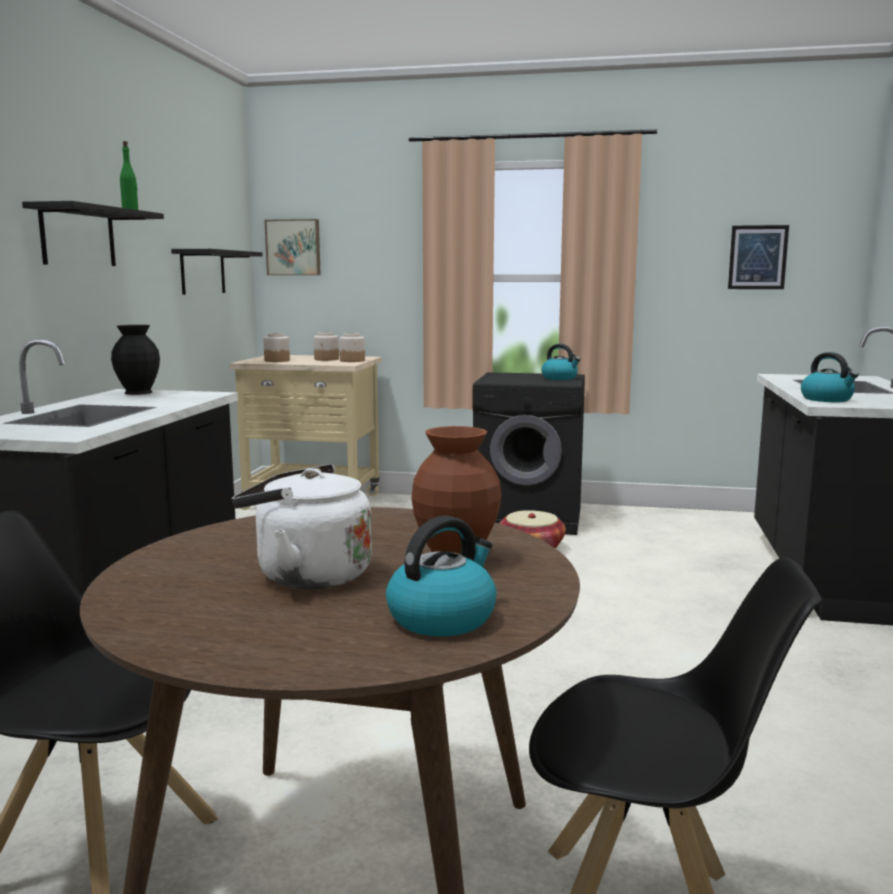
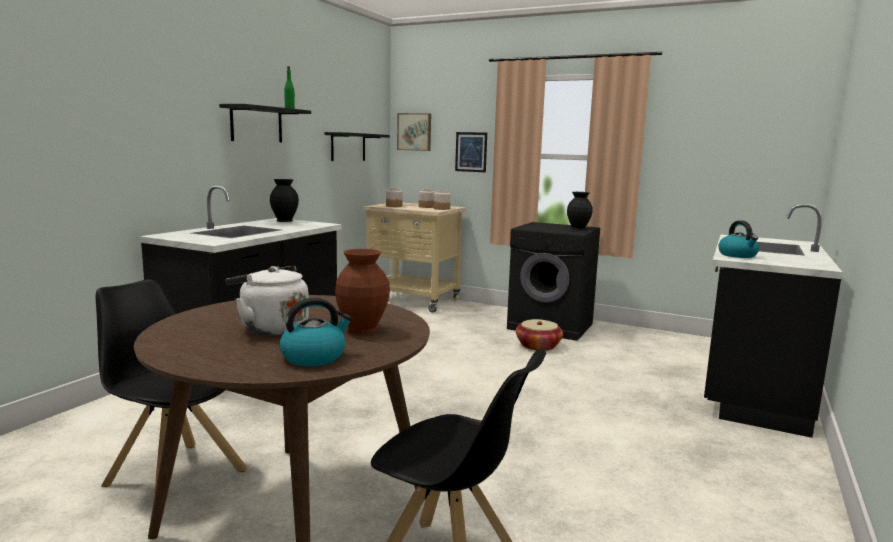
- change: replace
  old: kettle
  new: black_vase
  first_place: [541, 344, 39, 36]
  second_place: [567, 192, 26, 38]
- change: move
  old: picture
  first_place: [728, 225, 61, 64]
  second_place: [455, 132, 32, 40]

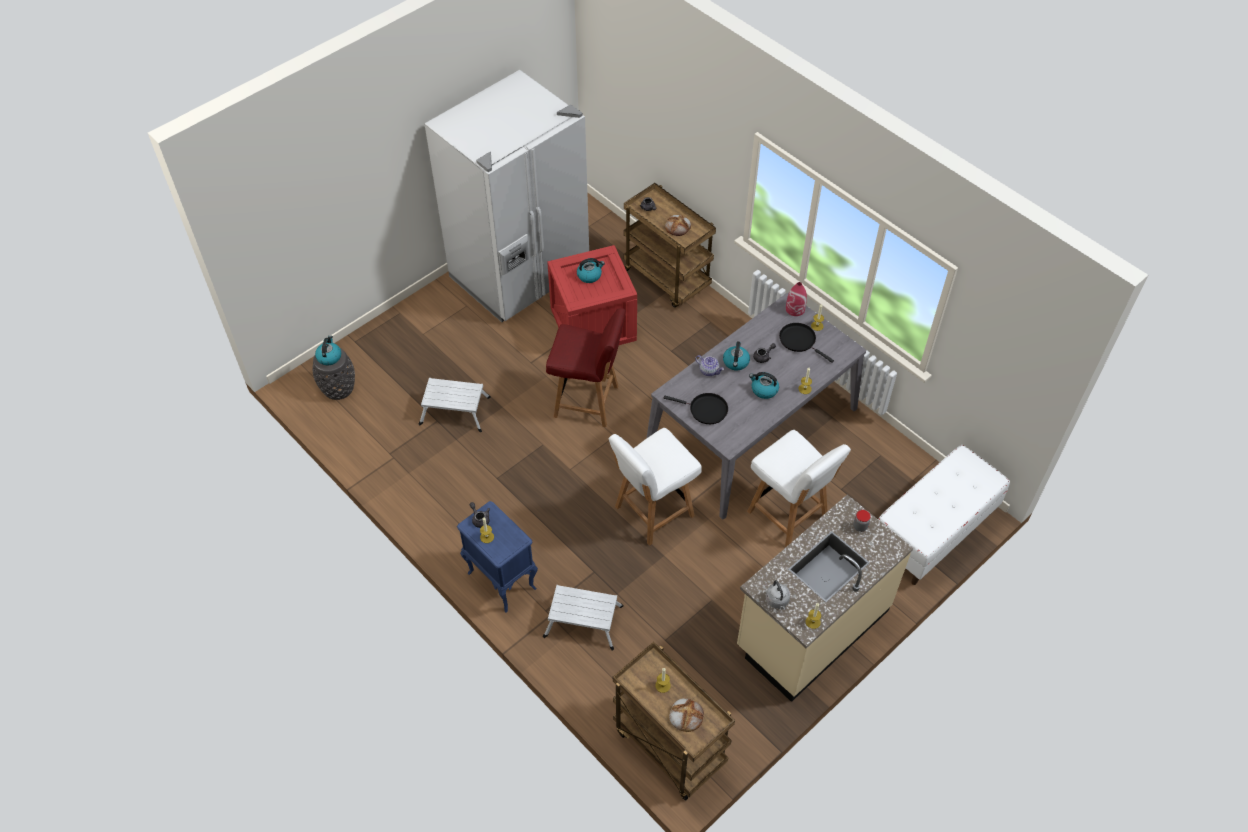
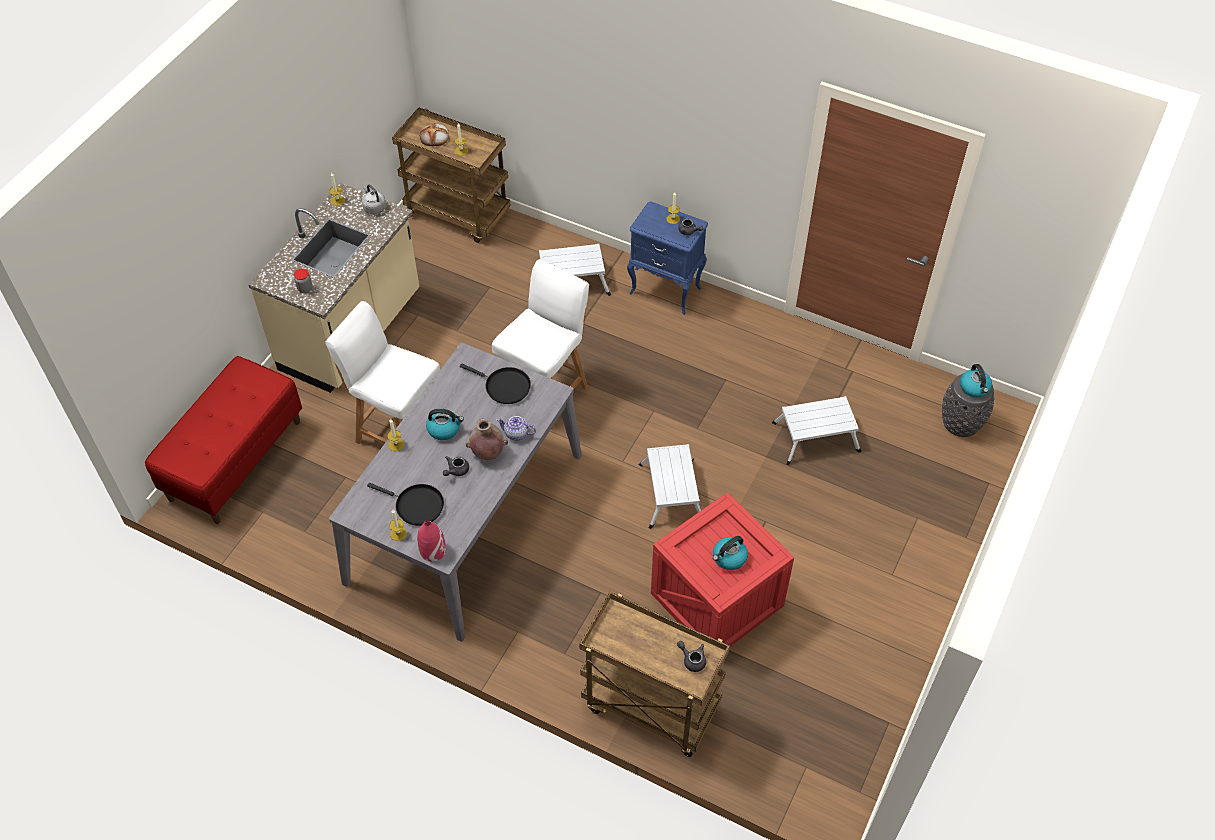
- change: delete
  old: white_fridge
  first_place: [425, 70, 164, 252]
- change: replace
  old: red_chair
  new: white_step_ladder
  first_place: [546, 308, 80, 119]
  second_place: [638, 444, 63, 85]
- change: rotate
  old: black_frying_pan
  first_place: [664, 393, 64, 31]
  second_place: [460, 364, 71, 40]
  degrees: -150
- change: delete
  old: bread
  first_place: [665, 215, 26, 21]
- change: replace
  old: kettle
  new: brown_vase
  first_place: [723, 341, 27, 30]
  second_place: [466, 418, 42, 42]
- change: recolor
  old: white_bench
  new: red_bench
  first_place: [878, 445, 132, 140]
  second_place: [145, 356, 157, 168]

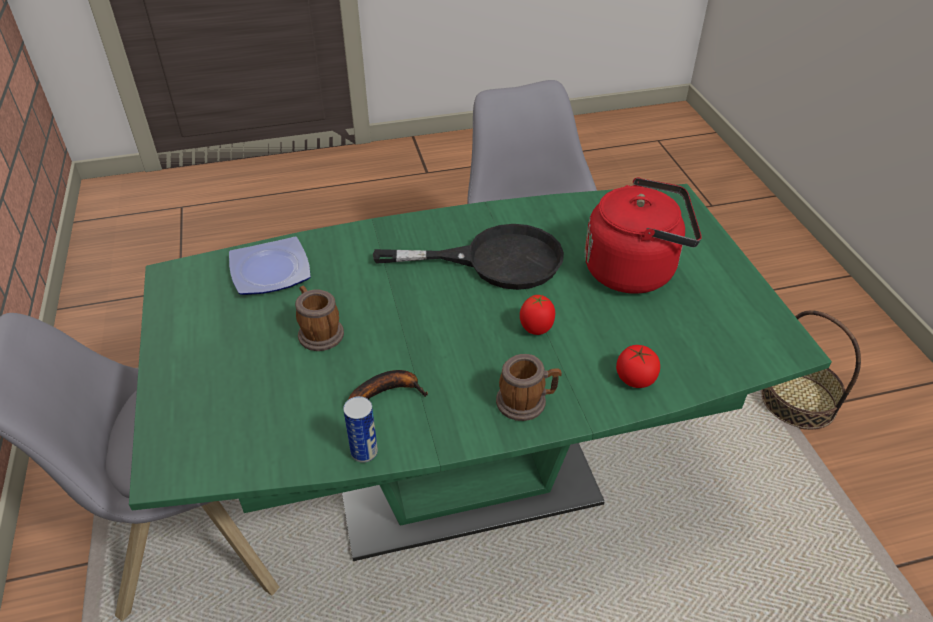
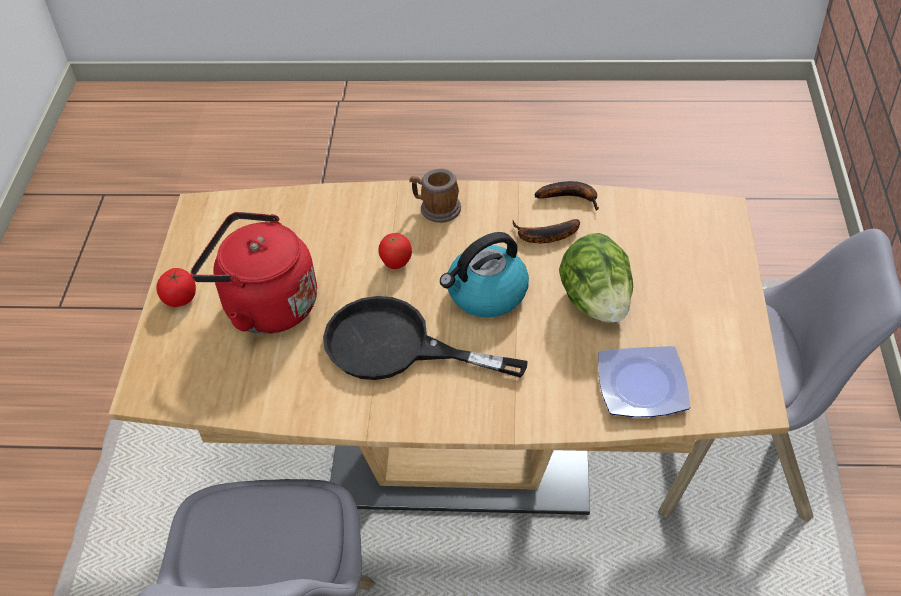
- change: recolor
  old: green_dining_table
  new: brown_dining_table
  first_place: [129, 184, 703, 377]
  second_place: [109, 180, 680, 335]
- change: replace
  old: mug
  new: lettuce
  first_place: [295, 286, 49, 65]
  second_place: [559, 233, 74, 90]
- change: replace
  old: can
  new: banana
  first_place: [343, 396, 35, 67]
  second_place: [535, 181, 64, 30]
- change: move
  old: tomato
  first_place: [616, 345, 44, 43]
  second_place: [157, 268, 39, 39]
- change: delete
  old: basket
  first_place: [761, 310, 100, 120]
- change: insert
  new: kettle
  second_place: [440, 232, 89, 86]

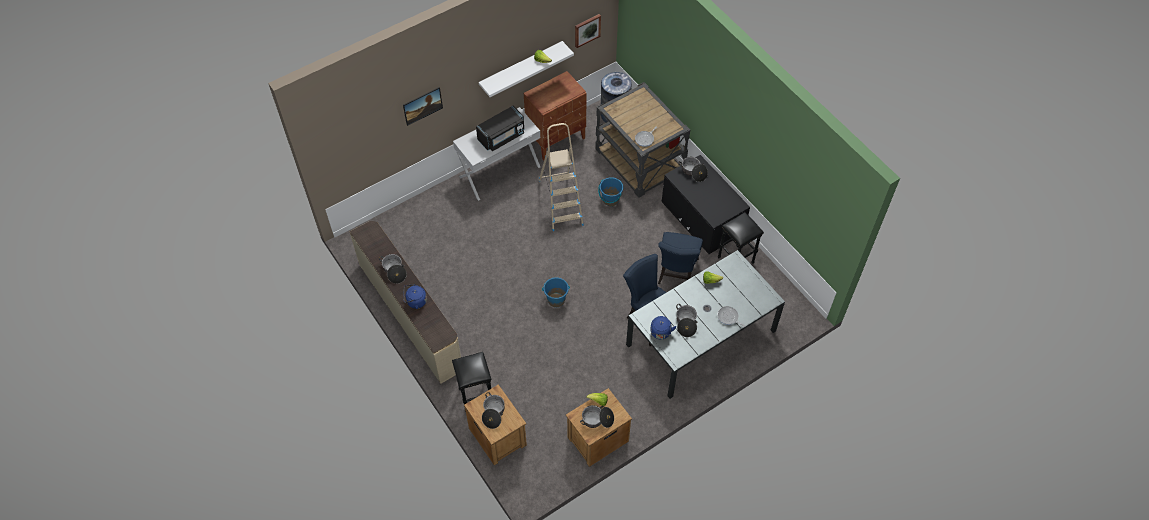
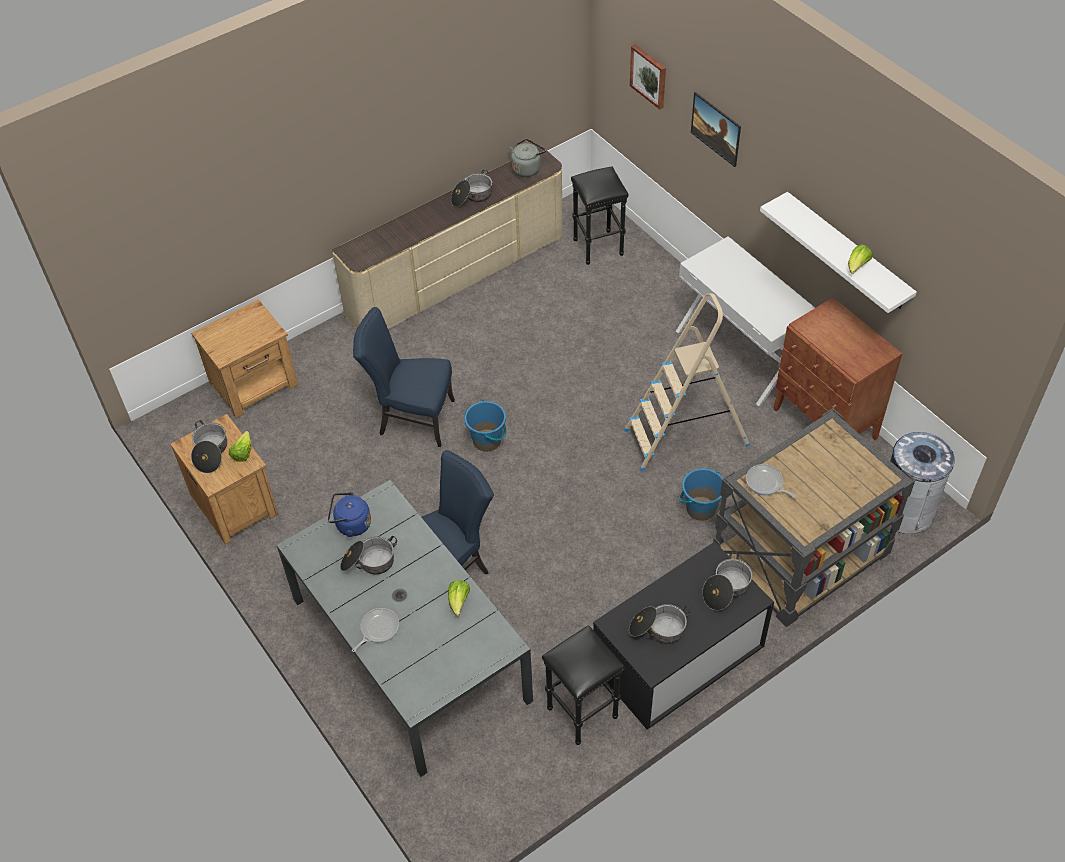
- change: delete
  old: blue_kettle
  first_place: [403, 284, 24, 25]
- change: move
  old: black_stool
  first_place: [452, 352, 39, 60]
  second_place: [571, 167, 58, 98]
- change: delete
  old: black_microwave
  first_place: [476, 106, 48, 45]
- change: move
  old: cooking_pot
  first_place: [482, 392, 23, 37]
  second_place: [629, 604, 61, 40]
- change: move
  old: picture
  first_place: [575, 14, 26, 34]
  second_place: [630, 44, 36, 65]
- change: move
  old: blue_chair
  first_place: [658, 232, 45, 53]
  second_place: [353, 307, 102, 140]
- change: insert
  new: grey_kettle
  second_place: [510, 139, 36, 38]

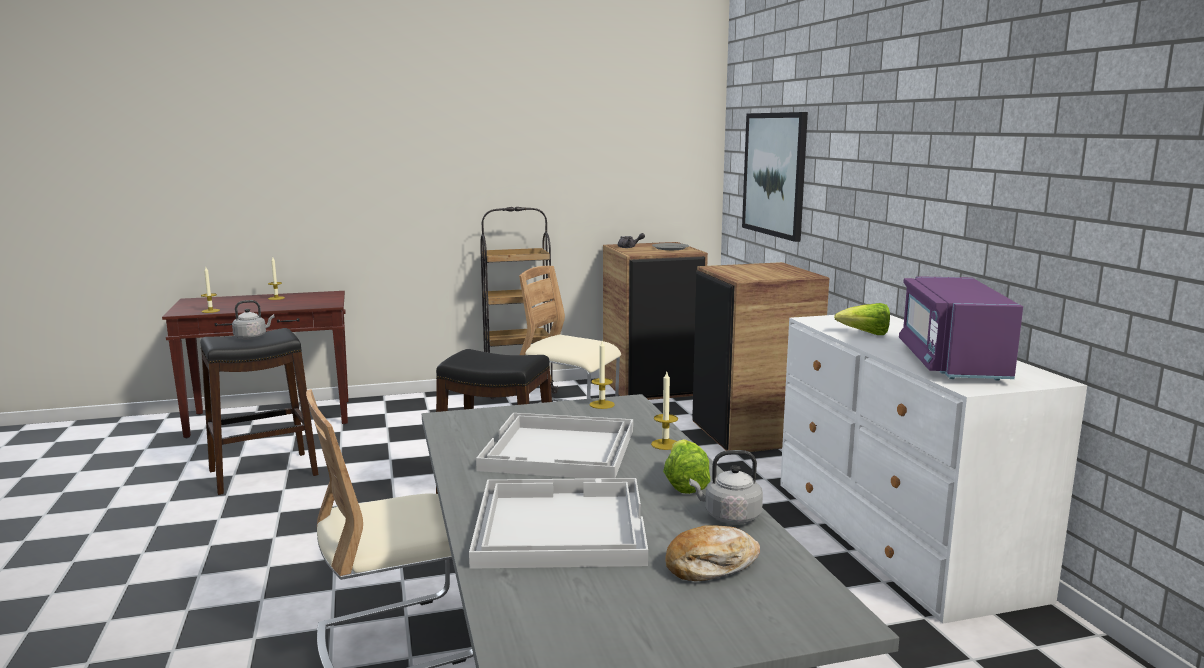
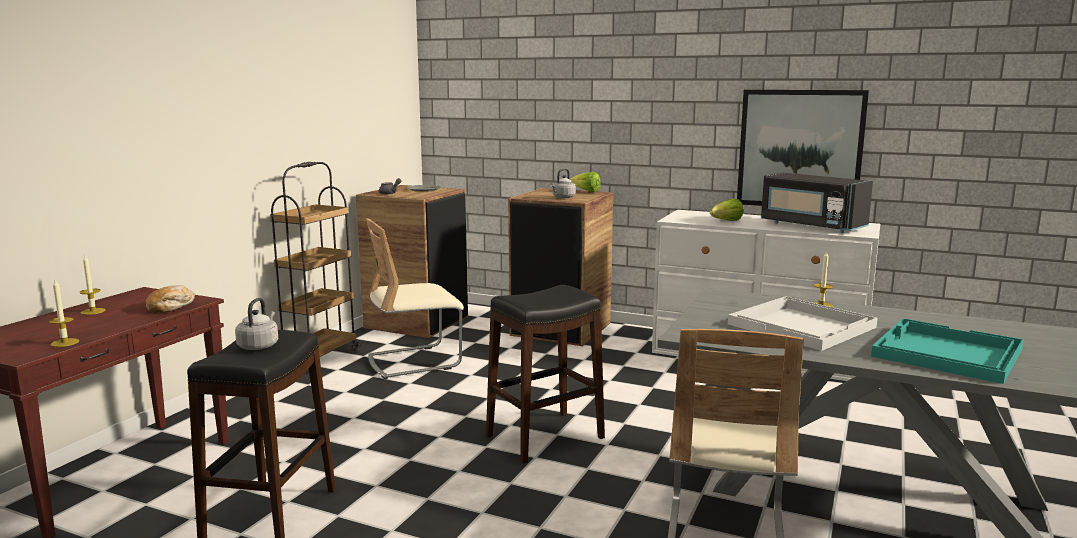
- change: recolor
  old: white_tray
  new: turquoise_tray
  first_place: [469, 478, 179, 91]
  second_place: [871, 318, 153, 66]
- change: delete
  old: candle
  first_place: [590, 341, 25, 68]
- change: move
  old: lettuce
  first_place: [663, 439, 47, 55]
  second_place: [570, 172, 31, 20]
- change: move
  old: bread
  first_place: [665, 525, 95, 56]
  second_place: [146, 285, 49, 28]
- change: move
  old: grey_kettle
  first_place: [689, 450, 74, 74]
  second_place: [550, 168, 26, 30]
- change: move
  old: picture
  first_place: [742, 112, 66, 130]
  second_place: [737, 90, 132, 116]
- change: recolor
  old: purple_microwave
  new: black_microwave
  first_place: [899, 276, 124, 105]
  second_place: [761, 173, 112, 60]

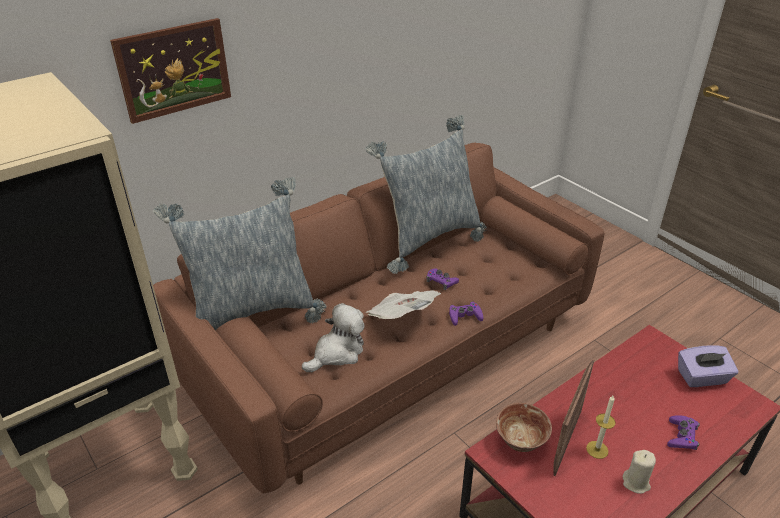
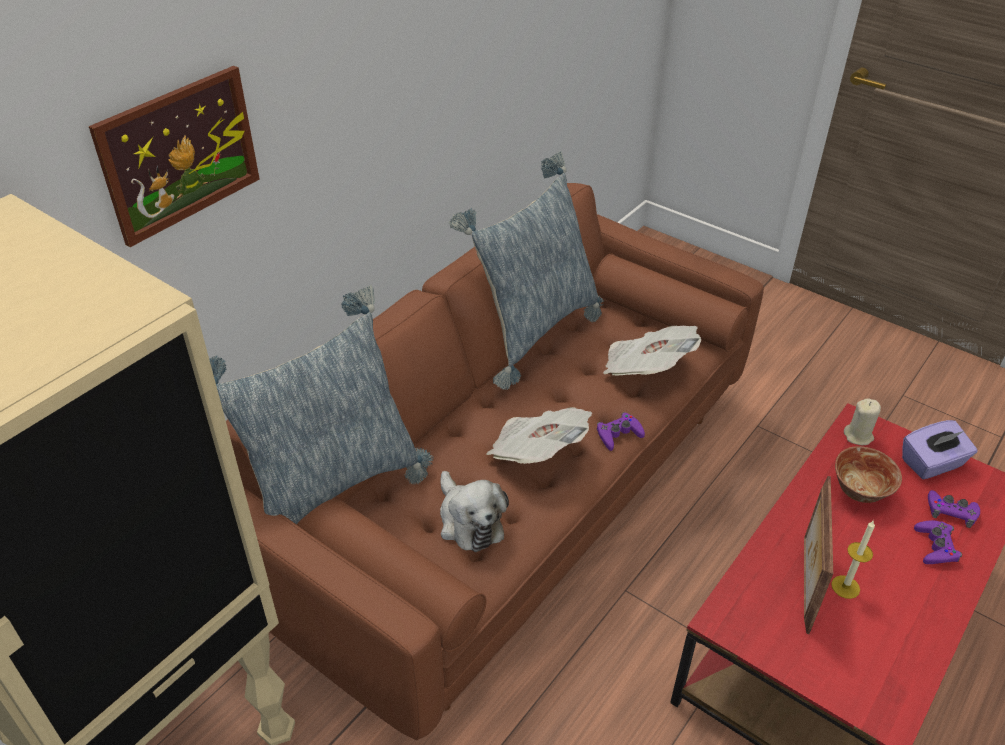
- change: rotate
  old: plush_toy
  first_place: [302, 303, 63, 69]
  second_place: [440, 471, 69, 81]
  degrees: 120
- change: move
  old: purple_game_controller
  first_place: [427, 268, 32, 22]
  second_place: [928, 490, 52, 38]
- change: move
  old: bowl
  first_place: [496, 403, 56, 49]
  second_place: [835, 446, 67, 57]
- change: move
  old: beige_candle
  first_place: [623, 450, 33, 44]
  second_place: [844, 399, 37, 46]
- change: insert
  new: newspaper
  second_place: [603, 326, 98, 49]

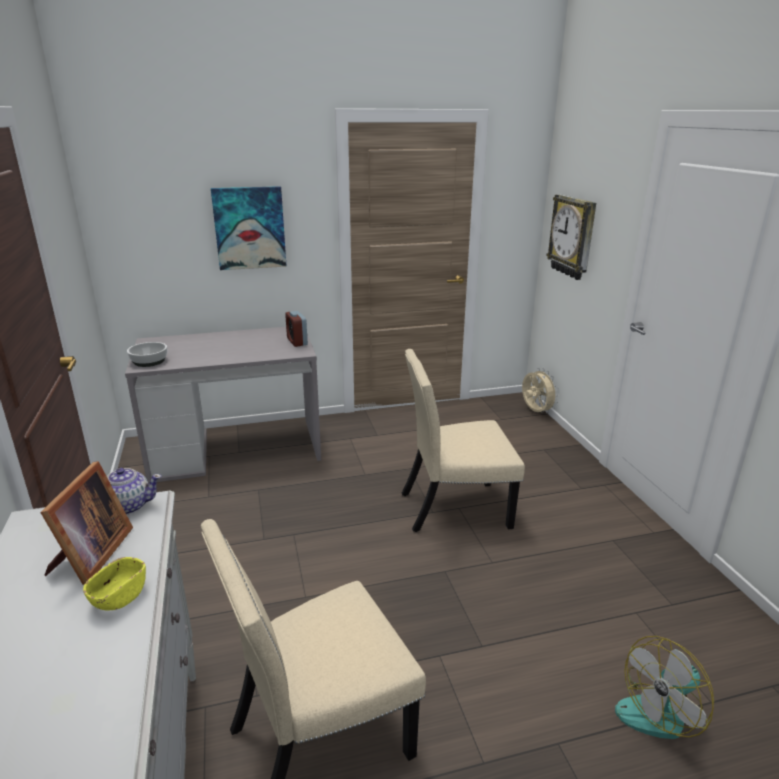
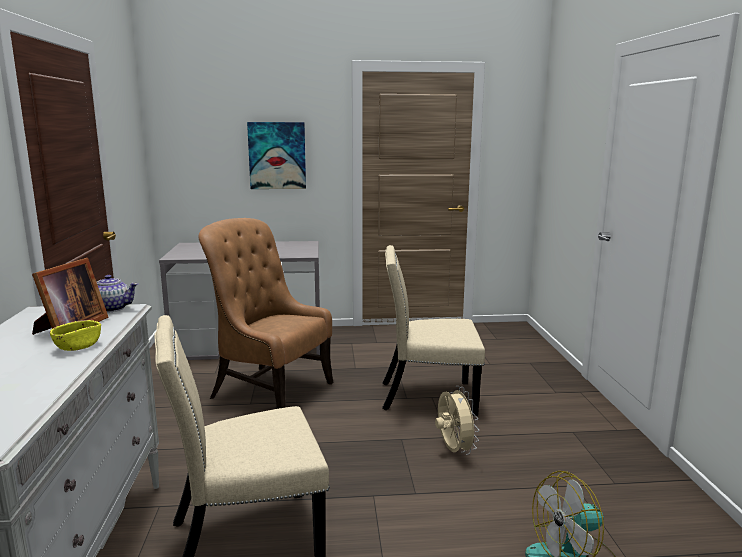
- change: delete
  old: bowl
  first_place: [127, 342, 40, 25]
- change: delete
  old: alarm_clock
  first_place: [285, 311, 23, 36]
- change: move
  old: beige_fan
  first_place: [522, 368, 37, 45]
  second_place: [435, 386, 44, 69]
- change: delete
  old: wall_clock
  first_place: [547, 194, 49, 86]
- change: insert
  new: brown_chair
  second_place: [198, 218, 135, 191]

